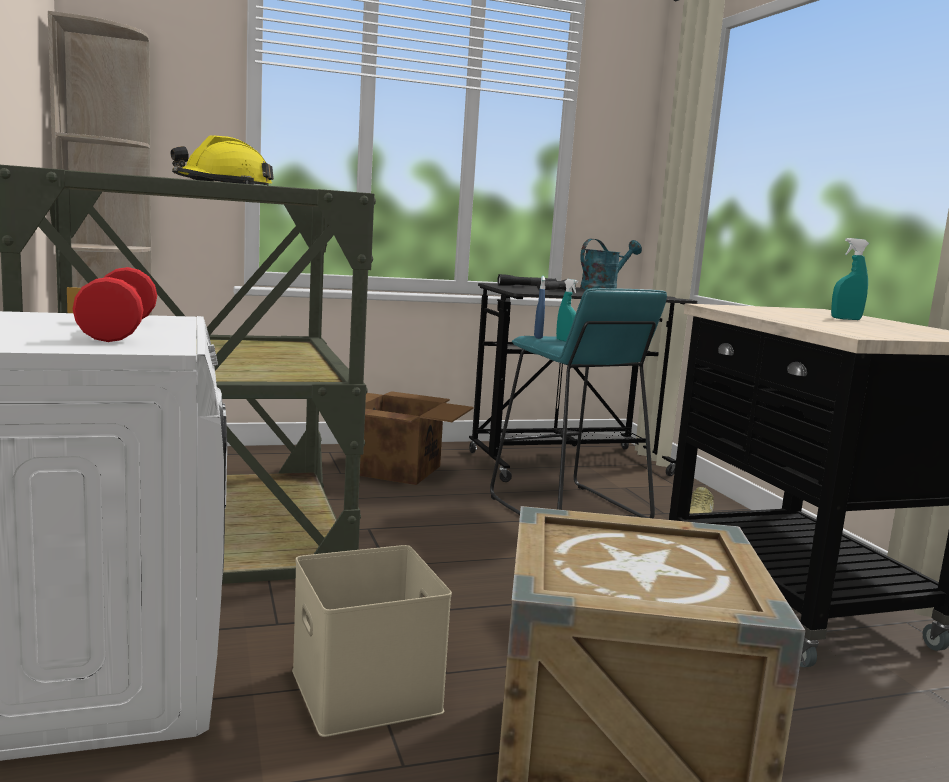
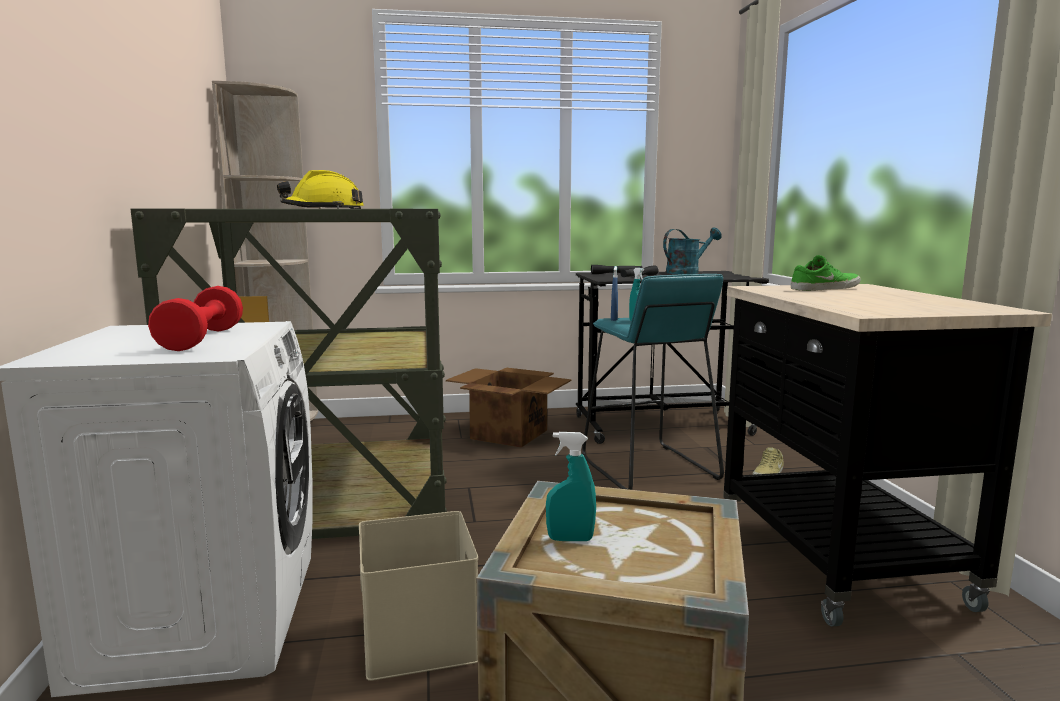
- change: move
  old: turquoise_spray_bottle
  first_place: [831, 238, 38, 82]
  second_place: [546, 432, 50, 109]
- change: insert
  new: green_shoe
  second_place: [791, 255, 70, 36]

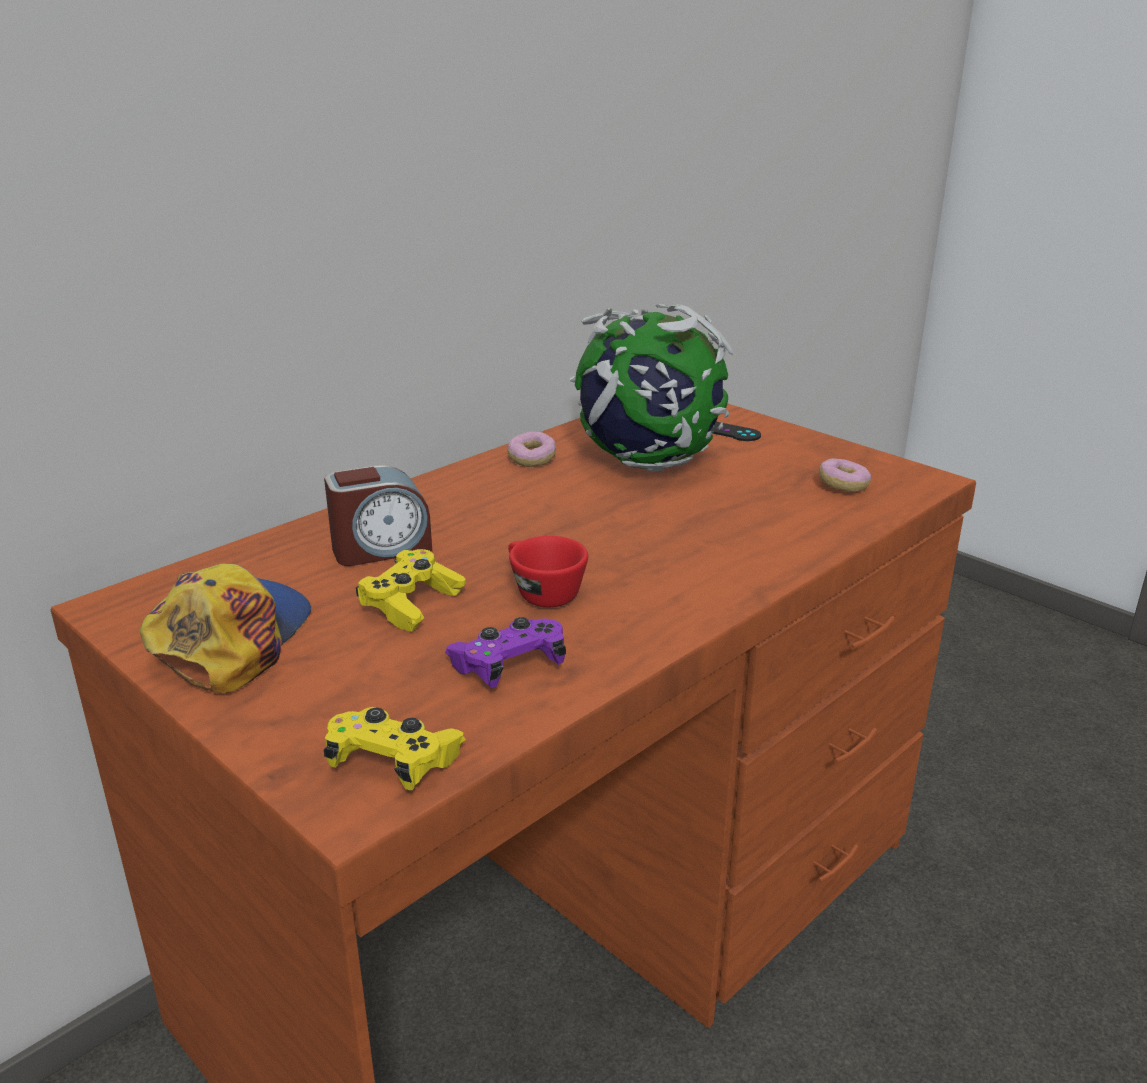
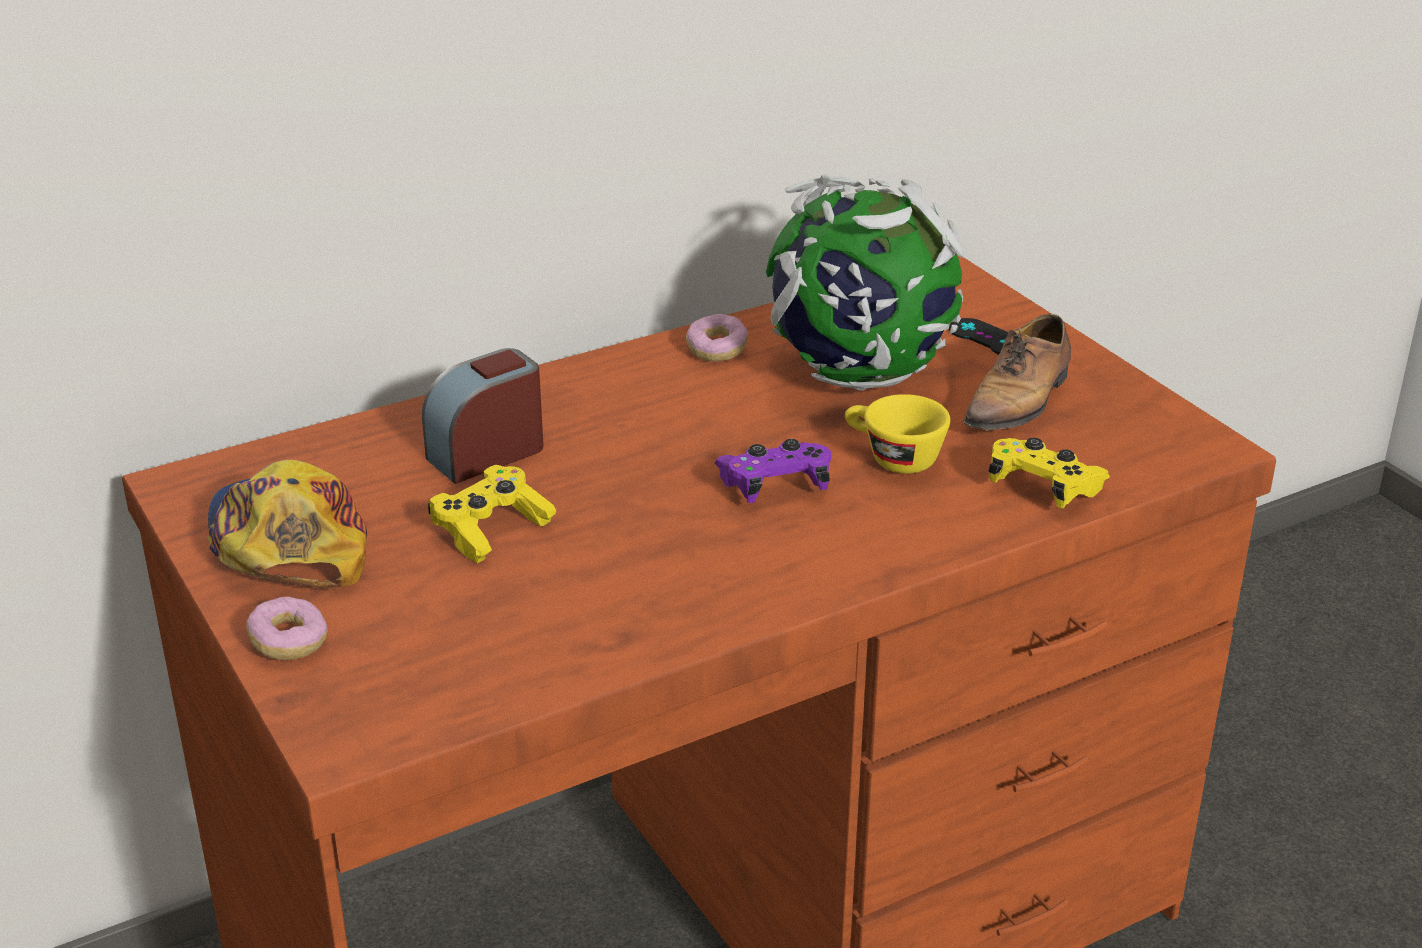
- change: rotate
  old: cap
  first_place: [140, 563, 171, 130]
  second_place: [208, 460, 159, 128]
  degrees: -45
- change: rotate
  old: alarm_clock
  first_place: [324, 465, 108, 101]
  second_place: [422, 348, 122, 136]
  degrees: 150
- change: move
  old: yellow_game_controller
  first_place: [324, 707, 142, 83]
  second_place: [988, 438, 122, 70]
- change: move
  old: purple_game_controller
  first_place: [445, 617, 121, 71]
  second_place: [714, 439, 117, 64]
- change: delete
  old: red_cup
  first_place: [508, 536, 80, 71]
- change: move
  old: donut
  first_place: [819, 458, 52, 34]
  second_place: [246, 597, 82, 63]
- change: insert
  new: yellow_cup
  second_place: [845, 394, 105, 80]
- change: insert
  new: shoe
  second_place: [963, 314, 108, 117]

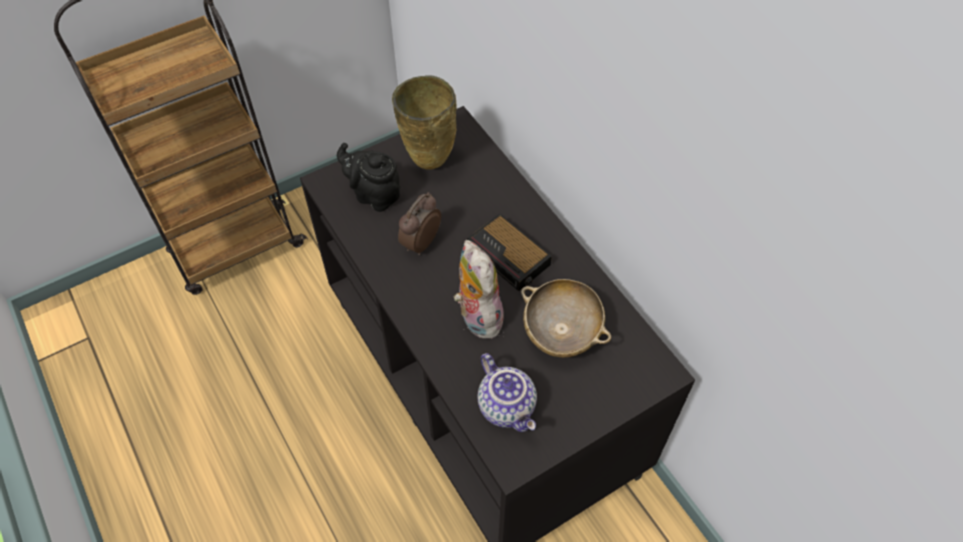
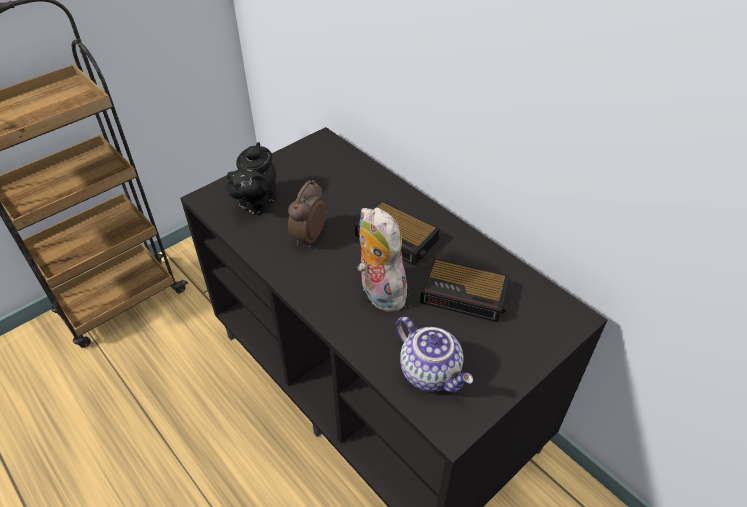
- change: rotate
  old: black_teapot
  first_place: [337, 143, 63, 69]
  second_place: [225, 142, 52, 73]
  degrees: -90
- change: delete
  old: beige_vase
  first_place: [392, 75, 65, 95]
- change: replace
  old: beige_bowl
  new: alarm_clock
  first_place: [521, 279, 90, 78]
  second_place: [420, 258, 89, 64]

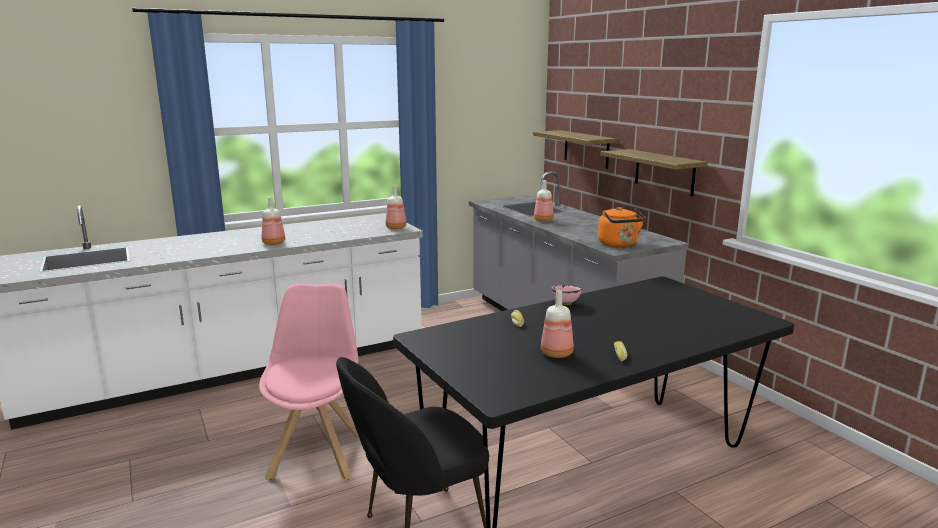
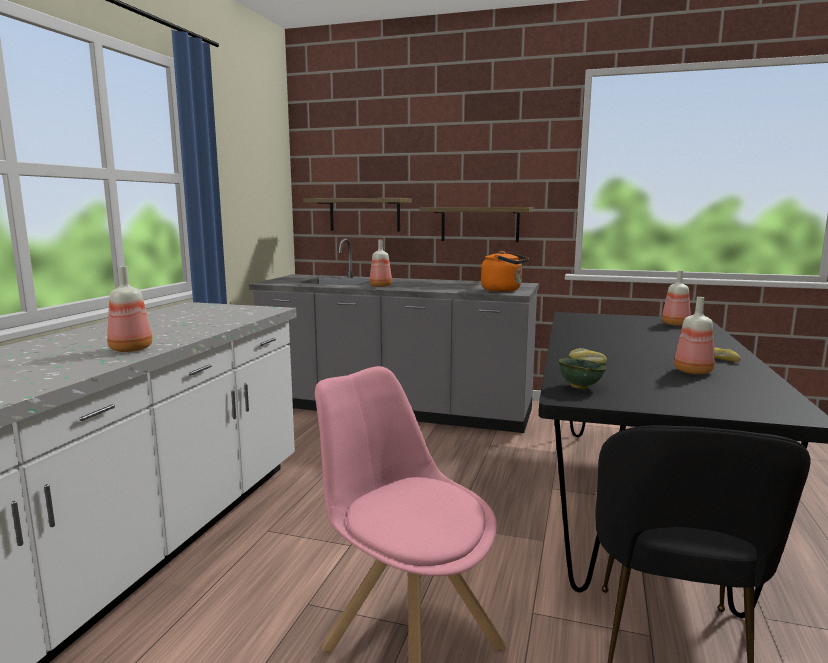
- change: move
  old: bottle
  first_place: [386, 185, 20, 44]
  second_place: [662, 270, 29, 56]
- change: delete
  old: pink_bowl
  first_place: [551, 285, 31, 20]
- change: insert
  new: green_bowl
  second_place: [558, 358, 49, 31]

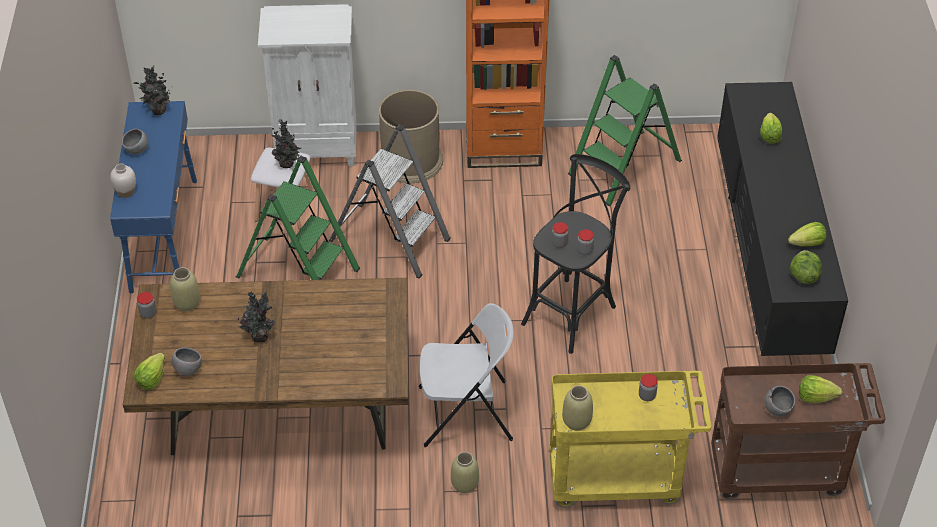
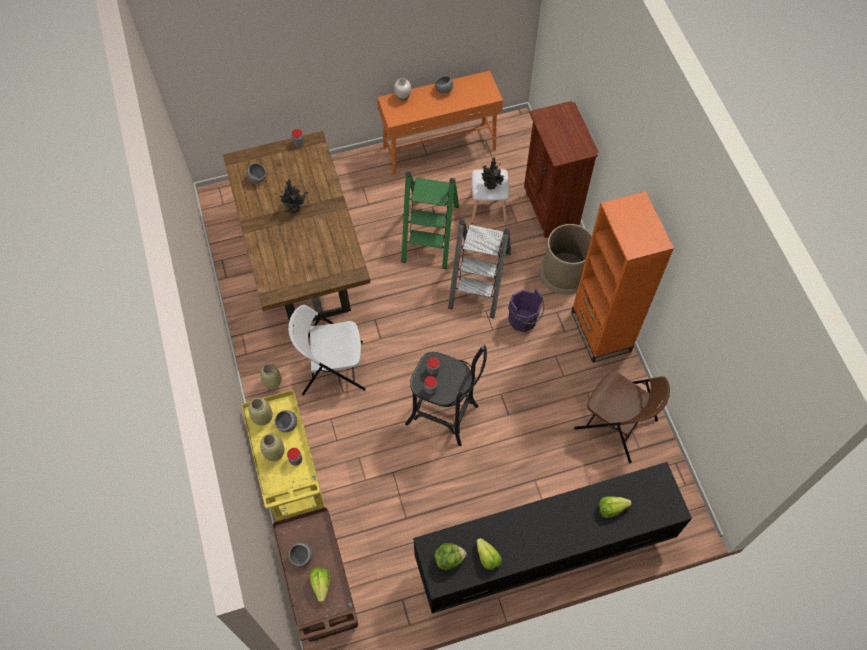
- change: recolor
  old: blue_console_table
  new: orange_console_table
  first_place: [110, 101, 87, 192]
  second_place: [377, 71, 126, 104]
- change: delete
  old: potted_plant
  first_place: [133, 65, 40, 50]
- change: delete
  old: lettuce
  first_place: [134, 353, 31, 37]
- change: move
  old: beige_vase
  first_place: [170, 267, 31, 44]
  second_place: [260, 434, 25, 27]
- change: recolor
  old: white_cabinet
  new: brown_cabinet
  first_place: [258, 4, 99, 162]
  second_place: [524, 101, 75, 137]
- change: rotate
  old: white_chair
  first_place: [419, 303, 95, 145]
  second_place: [288, 305, 78, 91]
  degrees: 105
- change: replace
  old: green_step_ladder
  new: brown_chair
  first_place: [568, 55, 114, 151]
  second_place: [574, 371, 96, 93]
- change: insert
  new: grey_bowl
  second_place: [275, 410, 22, 22]
- change: insert
  new: purple_bucket
  second_place: [508, 288, 36, 44]

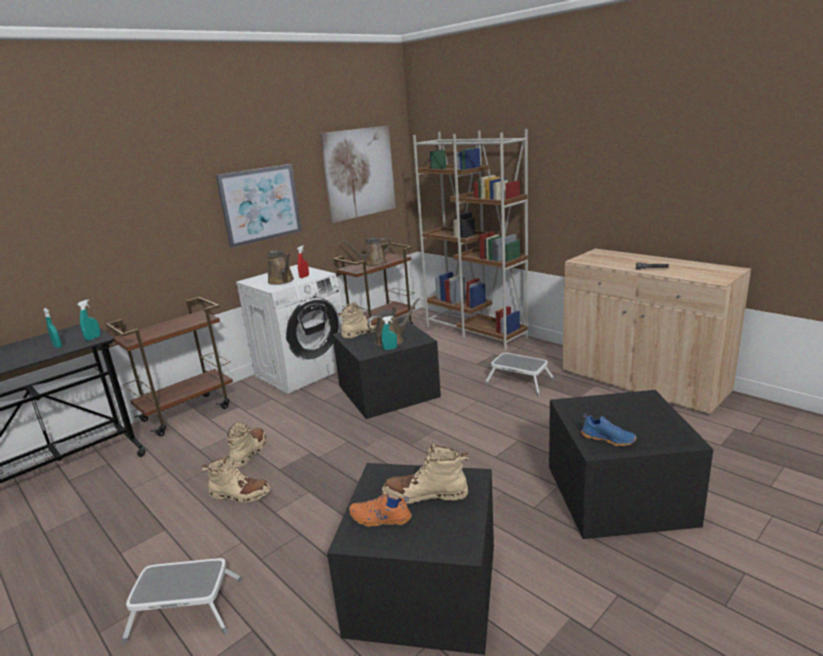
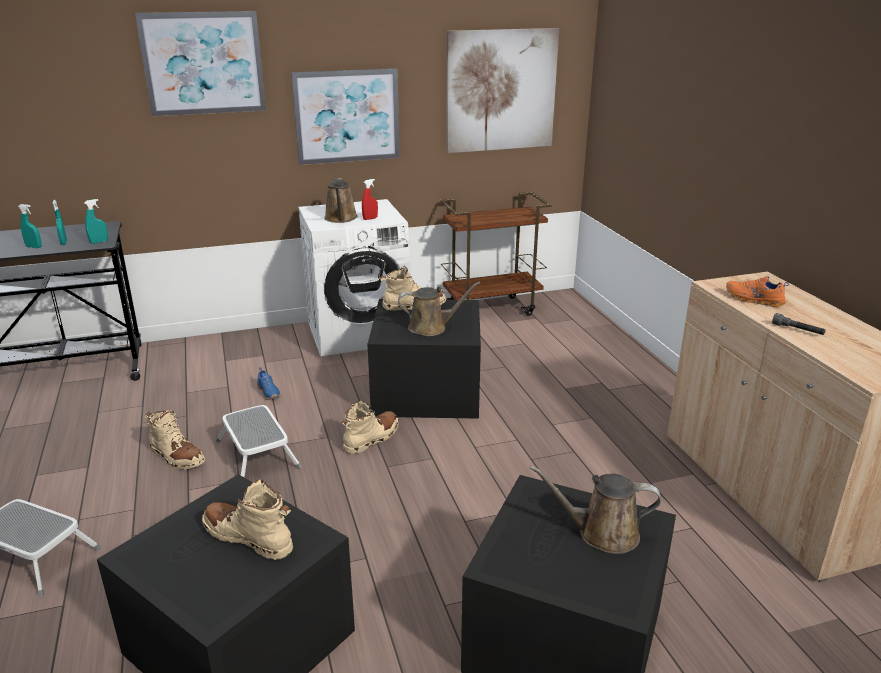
- change: delete
  old: brown_cart
  first_place: [106, 297, 127, 140]
- change: move
  old: beige_boot
  first_place: [227, 423, 40, 45]
  second_place: [342, 401, 57, 53]
- change: move
  old: brown_watering_can
  first_place: [341, 238, 49, 28]
  second_place: [530, 465, 131, 89]
- change: move
  old: orange_shoe
  first_place: [349, 493, 63, 34]
  second_place: [726, 276, 63, 31]
- change: move
  old: turquoise_spray_bottle
  first_place: [381, 316, 16, 34]
  second_place: [18, 204, 24, 44]
- change: delete
  old: brown_bookcase
  first_place: [413, 129, 115, 222]
- change: move
  old: grey_step_ladder
  first_place: [484, 353, 71, 44]
  second_place: [216, 405, 86, 72]
- change: move
  old: blue_shoe
  first_place: [581, 413, 55, 33]
  second_place: [257, 367, 24, 33]
- change: insert
  new: picture
  second_place: [135, 11, 131, 105]

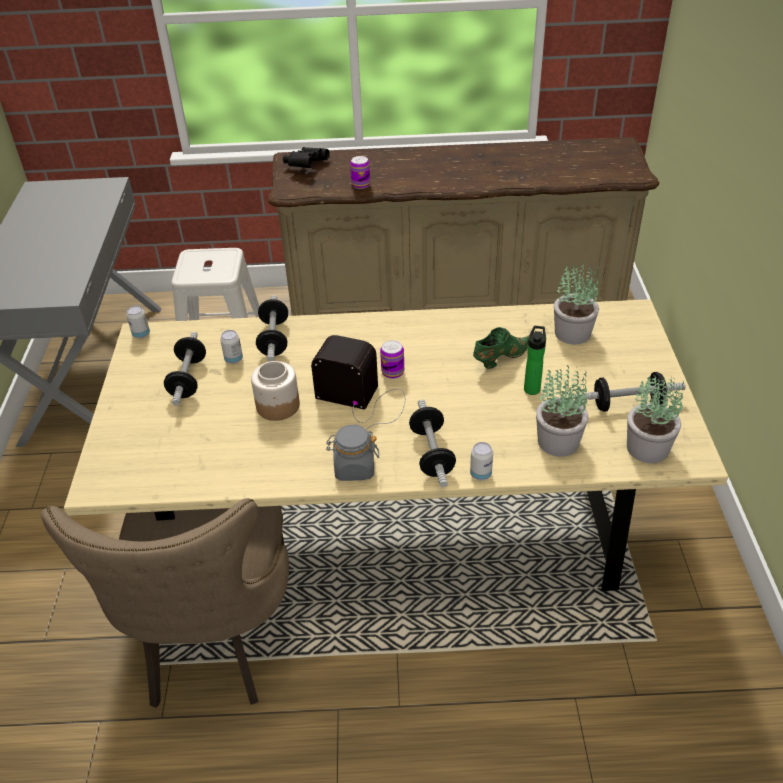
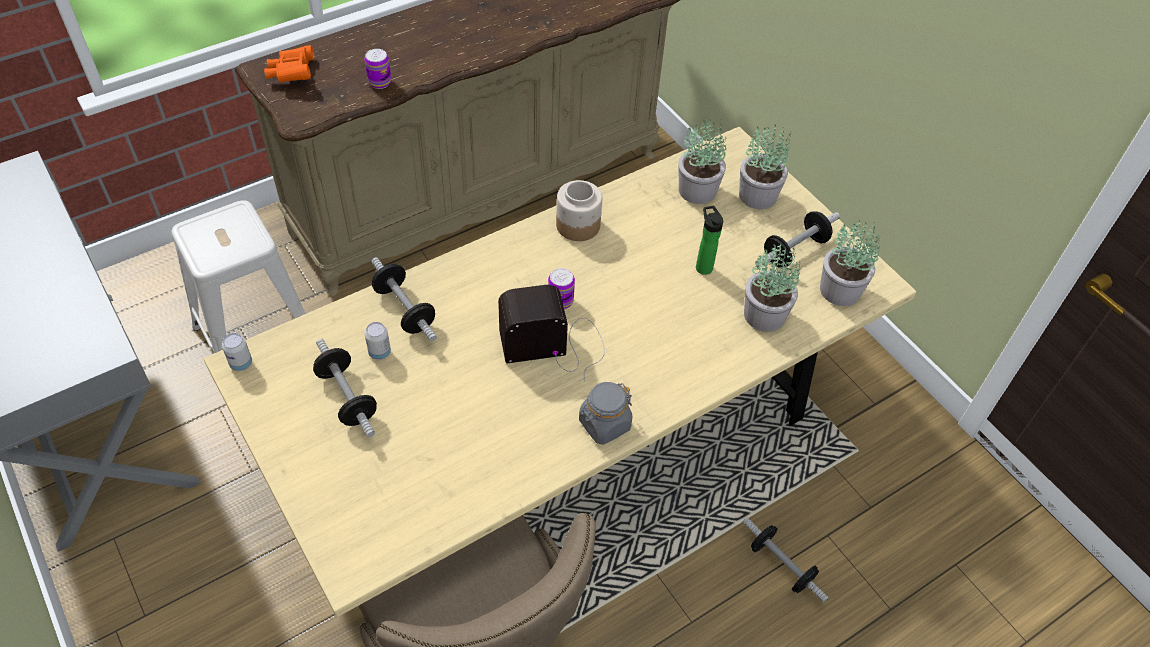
- change: move
  old: jar
  first_place: [251, 361, 49, 60]
  second_place: [556, 180, 46, 61]
- change: recolor
  old: black_binoculars
  new: orange_binoculars
  first_place: [283, 147, 47, 21]
  second_place: [264, 45, 50, 37]
- change: move
  old: dumbbell
  first_place: [409, 399, 47, 88]
  second_place: [743, 517, 86, 86]
- change: delete
  old: can
  first_place: [470, 442, 23, 38]
- change: delete
  old: green_shoe
  first_place: [473, 327, 56, 42]
- change: insert
  new: potted_plant
  second_place: [739, 124, 52, 85]

